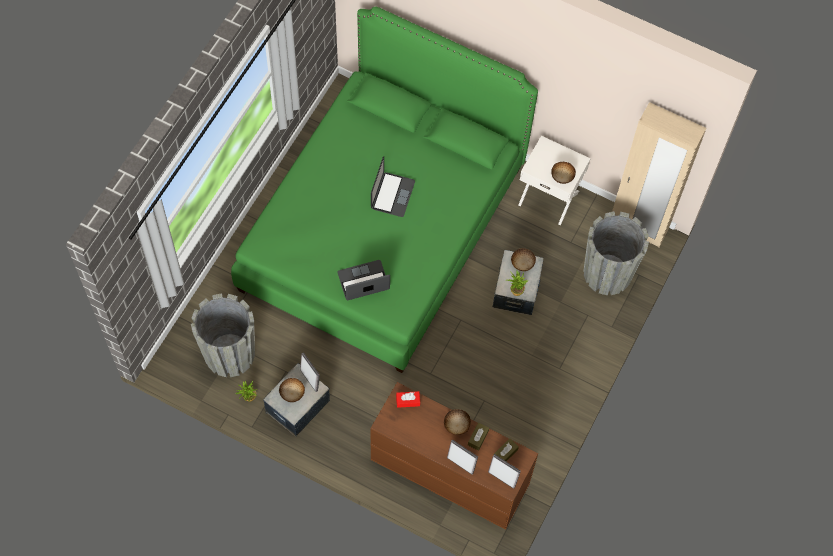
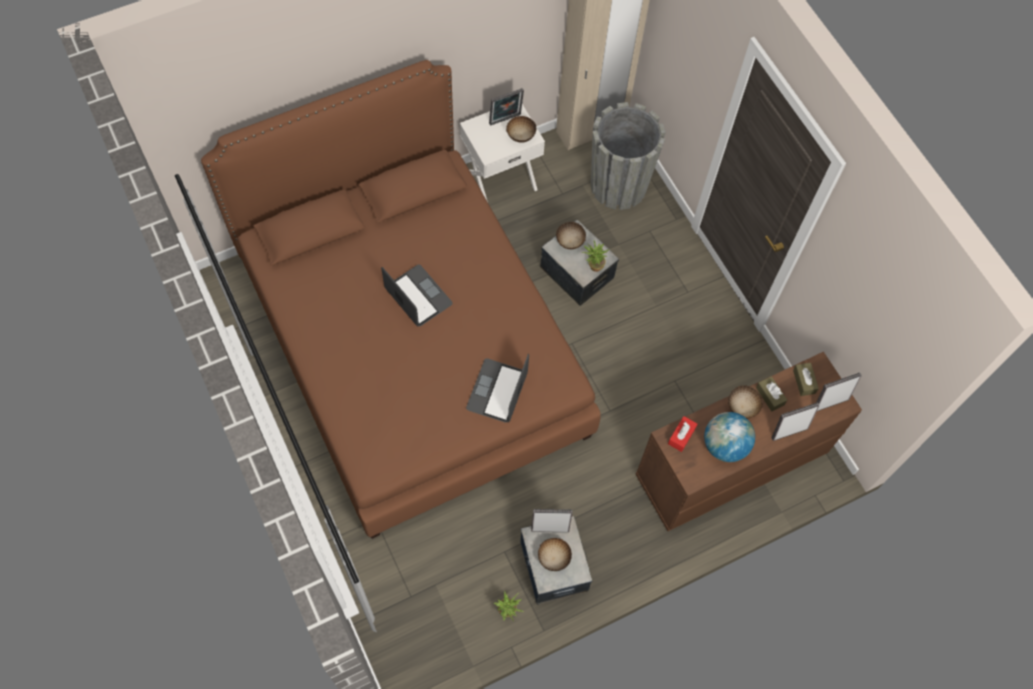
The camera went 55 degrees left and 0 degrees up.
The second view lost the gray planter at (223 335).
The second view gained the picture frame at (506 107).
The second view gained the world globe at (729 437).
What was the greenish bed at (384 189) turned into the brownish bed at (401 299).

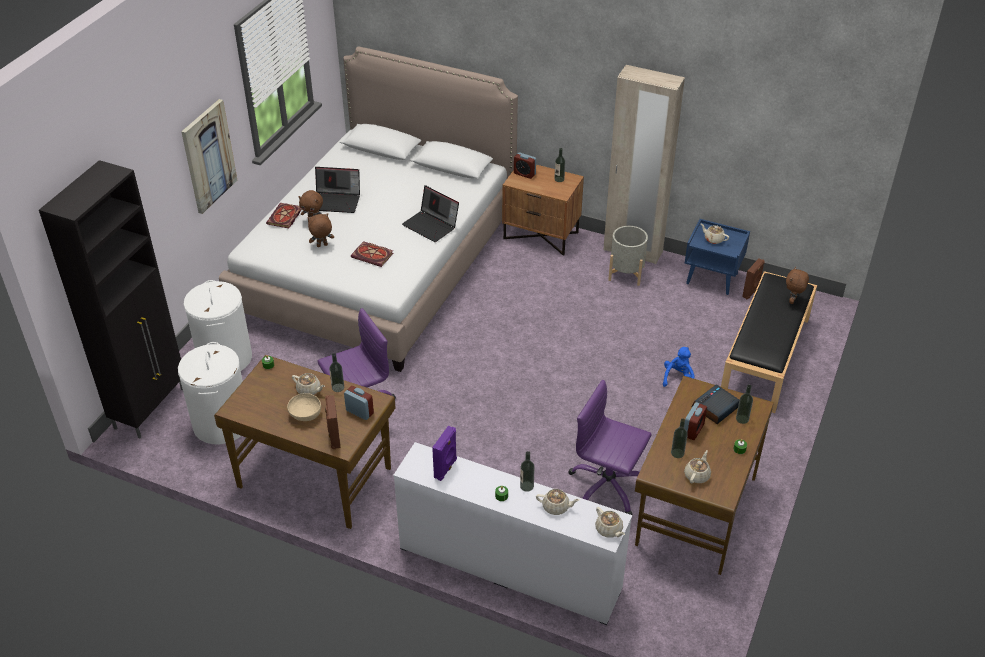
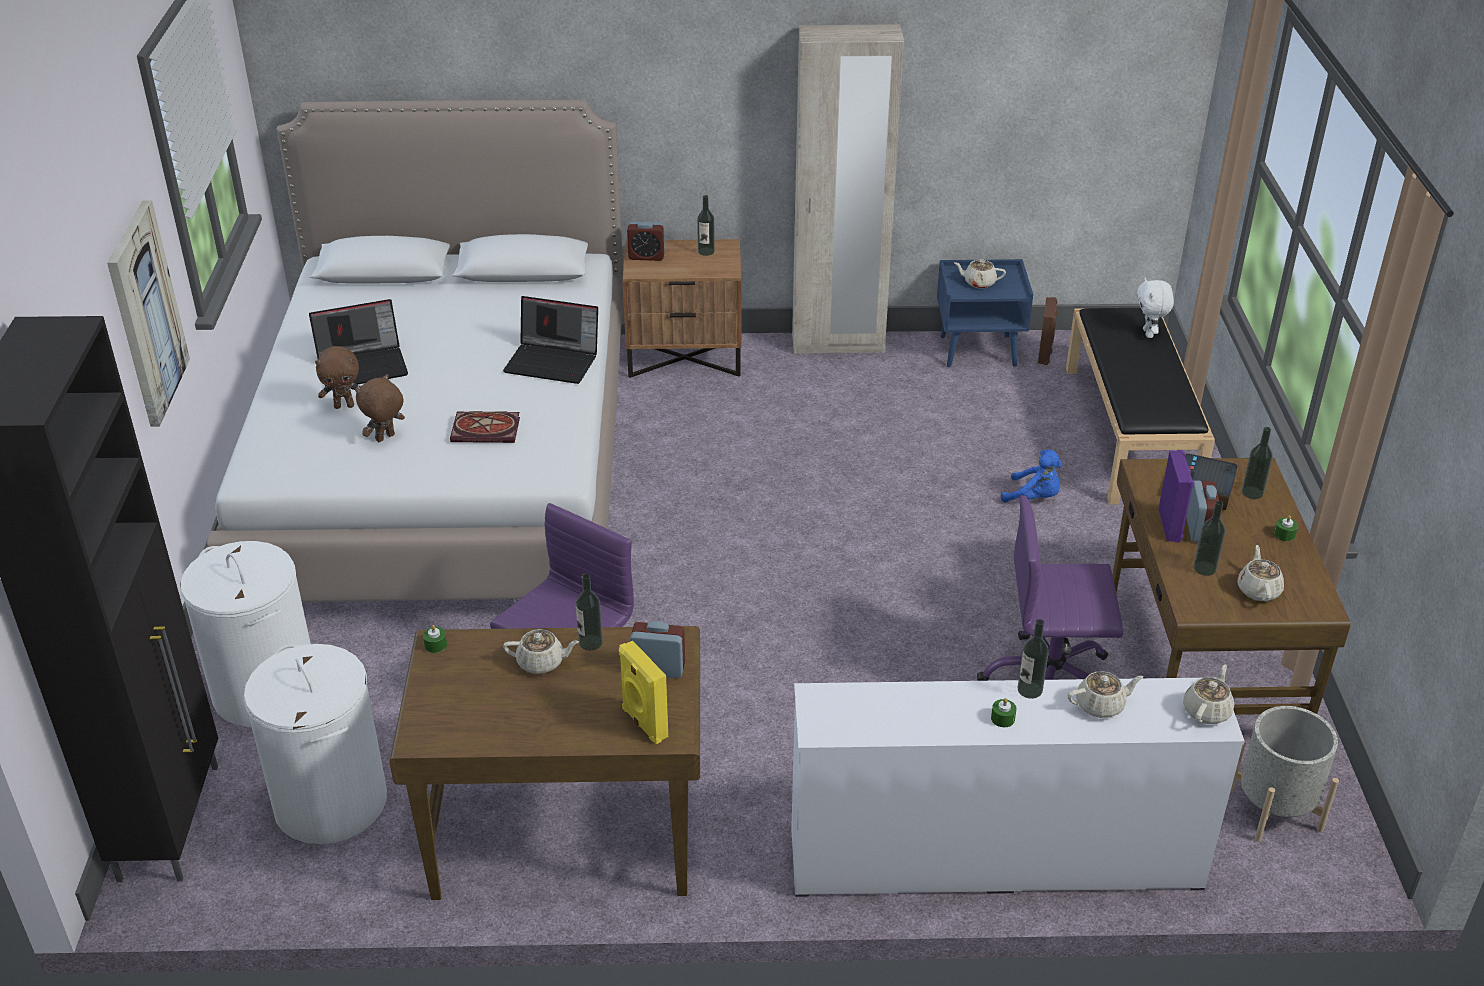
The camera went 25 degrees left and 5 degrees down.
The second view lost the volume at (284 215).
The second view lost the beige deep dish at (304 407).
The purplish audio speaker ended up elsewhere, having gone from (444 453) to (1176 496).
The gray planter ended up elsewhere, having gone from (628 256) to (1284 774).
What was the brownish audio speaker at (333 422) turned into the yellow audio speaker at (643 692).
What was the brownish soft toy at (797 285) turned into the whitish soft toy at (1155 308).
The beige pot for tea at (610 522) ended up facing another way, 90 degrees counterclockwise from before.
The blue-coloured soft toy at (679 367) ended up facing another way, 120 degrees clockwise from before.

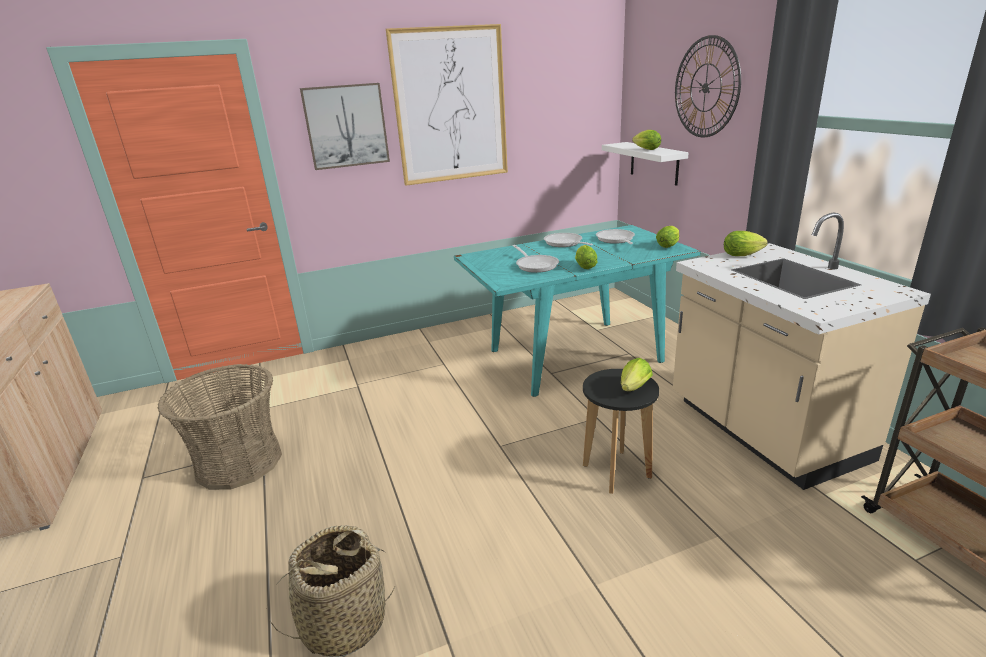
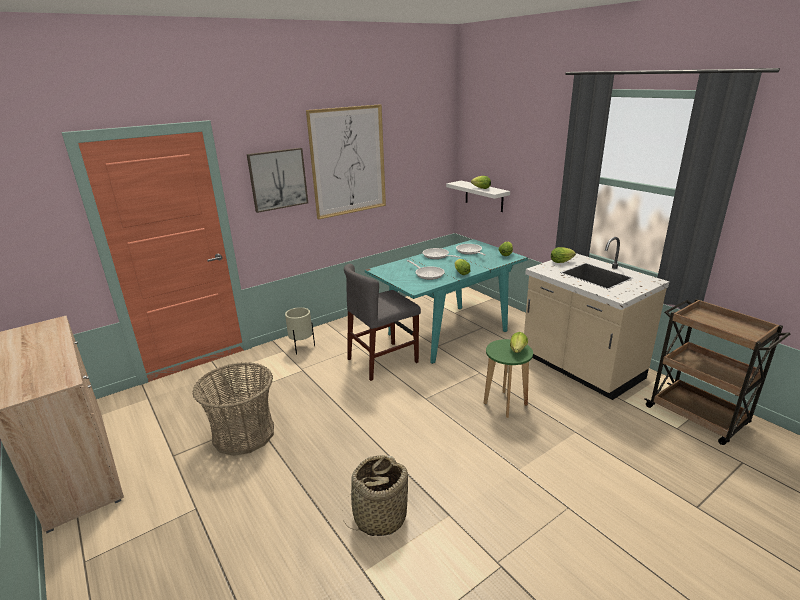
The camera went 15 degrees left and 0 degrees up.
The second view lost the wall clock at (708 86).
The second view gained the beige planter at (300 331).
The second view gained the gray upright chair at (382 322).
What was the black stool at (621 431) turned into the greenish stool at (508 378).

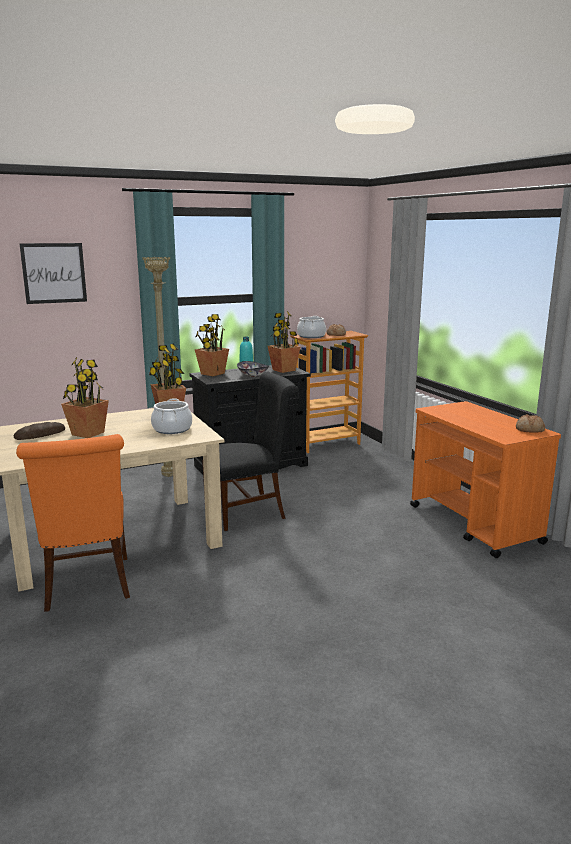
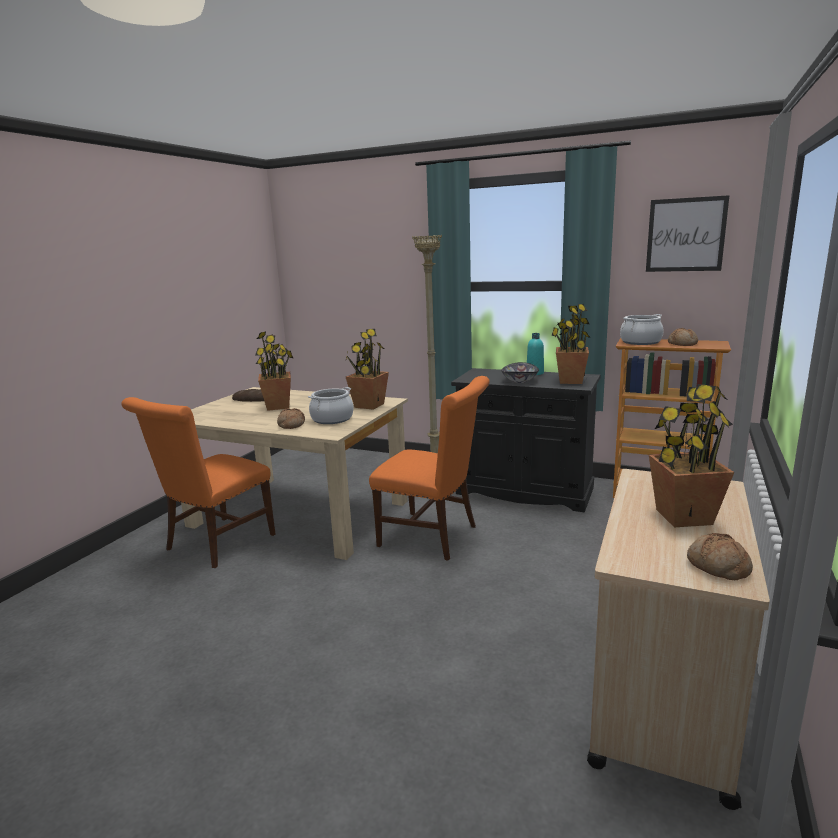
The camera went 50 degrees right and 0 degrees up.
The second view gained the bread at (291 418).
The picture ended up elsewhere, having gone from (53 273) to (687 233).
The potted plant ended up elsewhere, having gone from (212 345) to (691 455).
What was the black upright chair at (250 451) turned into the orange upright chair at (429 468).
What was the orange trolley at (485 479) turned into the beige trolley at (678 639).

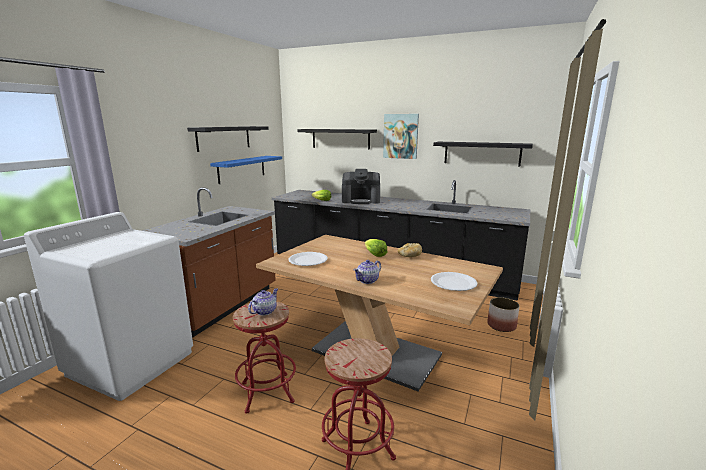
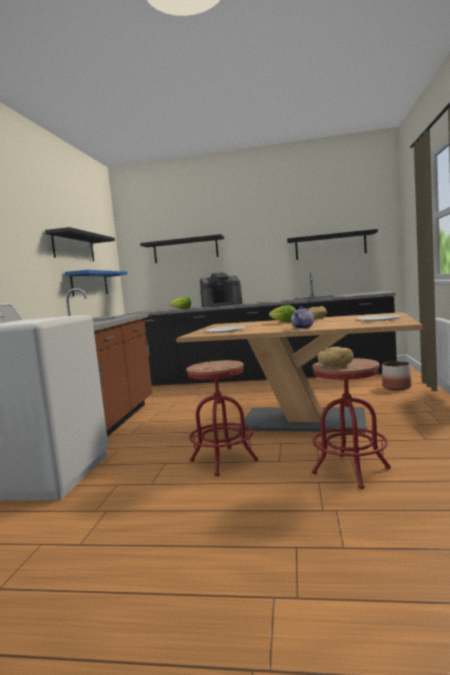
The camera went 15 degrees left and 10 degrees down.
The second view lost the pot for tea at (263 302).
The second view lost the picture at (401 136).
The second view gained the bread at (335 357).

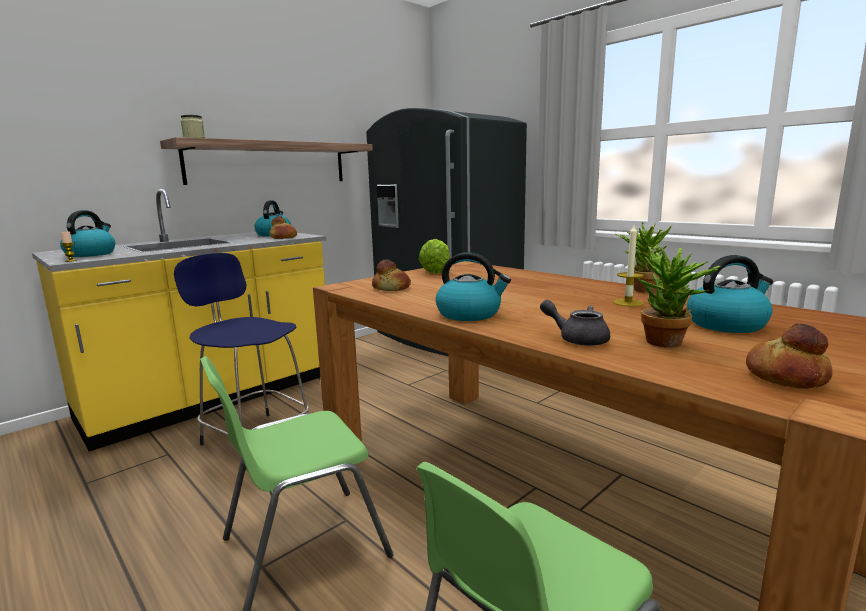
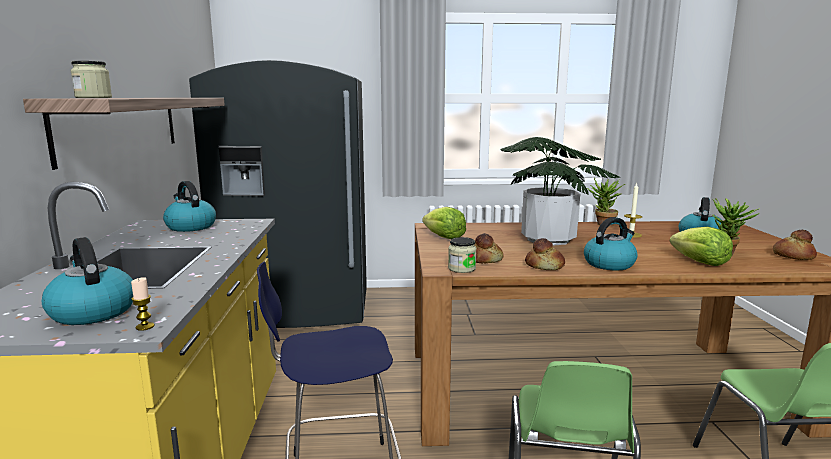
The camera went 50 degrees left and 0 degrees up.
The second view gained the preserve jar at (462 255).
The second view gained the potted plant at (560 191).
The bread ended up elsewhere, having gone from (283 227) to (545 254).
Where the gray pot for tea stood at (575 323), the lettuce came to stand at (701 246).

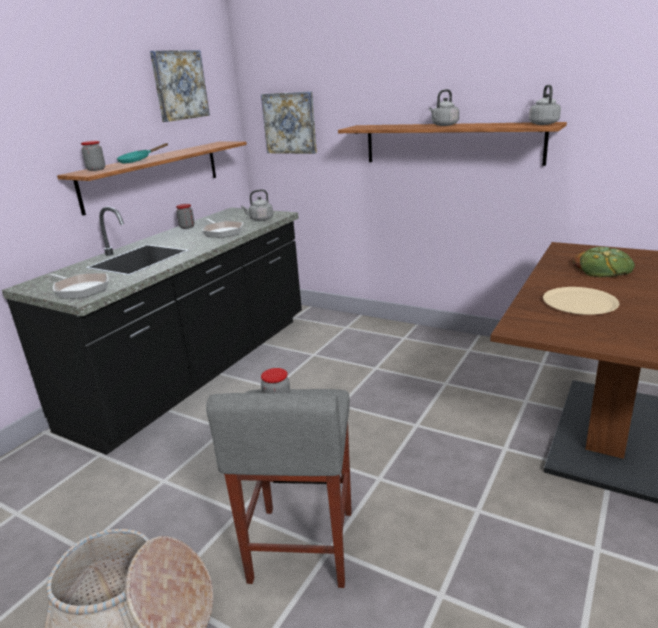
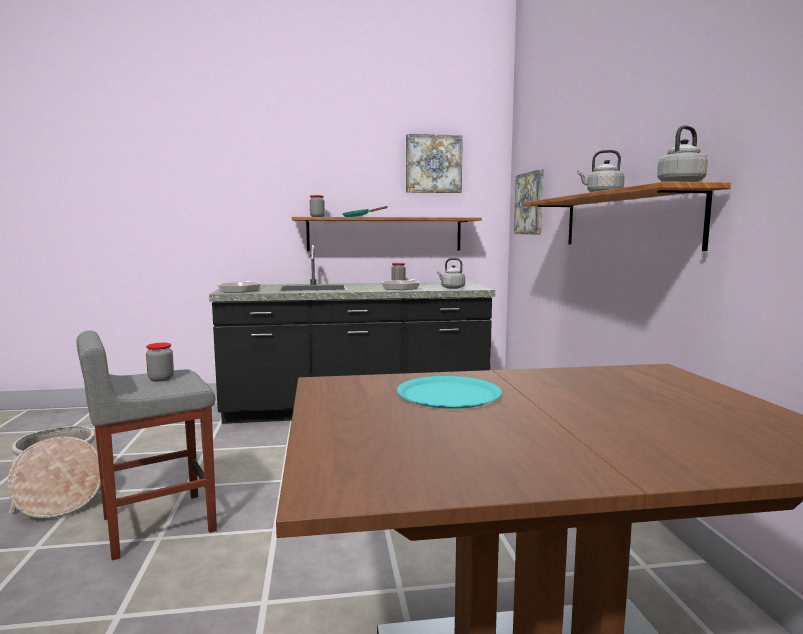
The camera went 50 degrees right and 15 degrees down.
The second view lost the bread at (604 262).
What was the beige dinner plate at (581 301) turned into the blue-green dinner plate at (449 392).

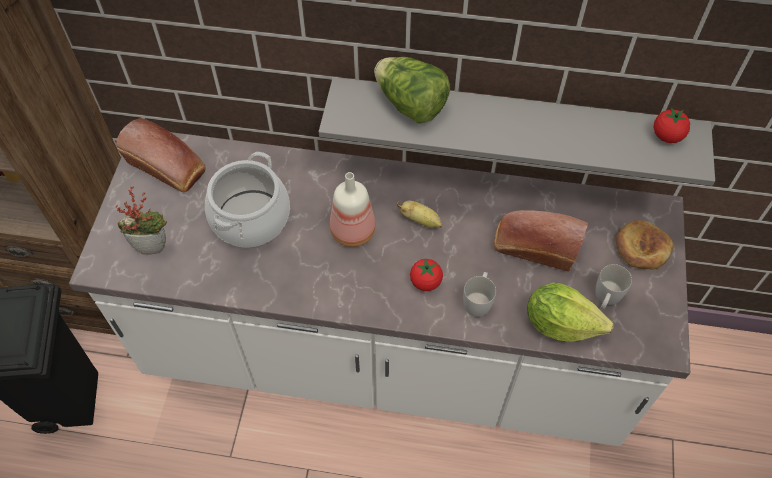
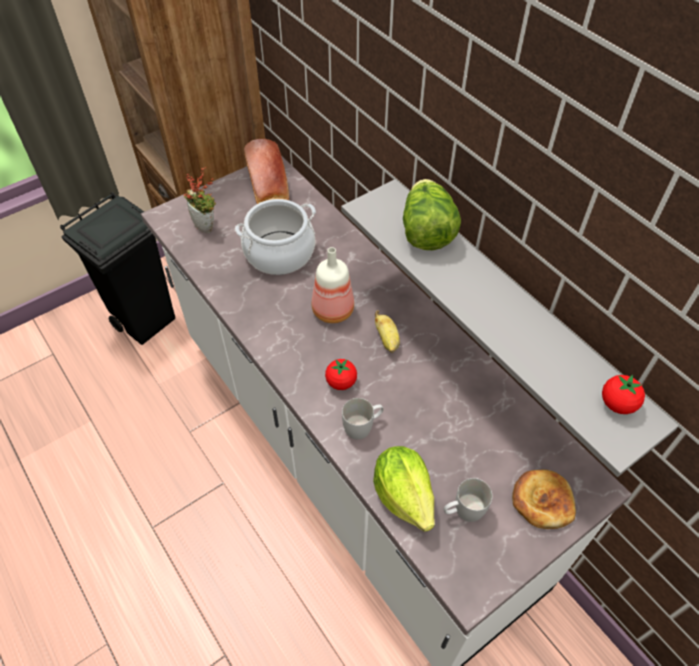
The camera went 45 degrees right and 5 degrees down.
The second view lost the bread at (541 240).

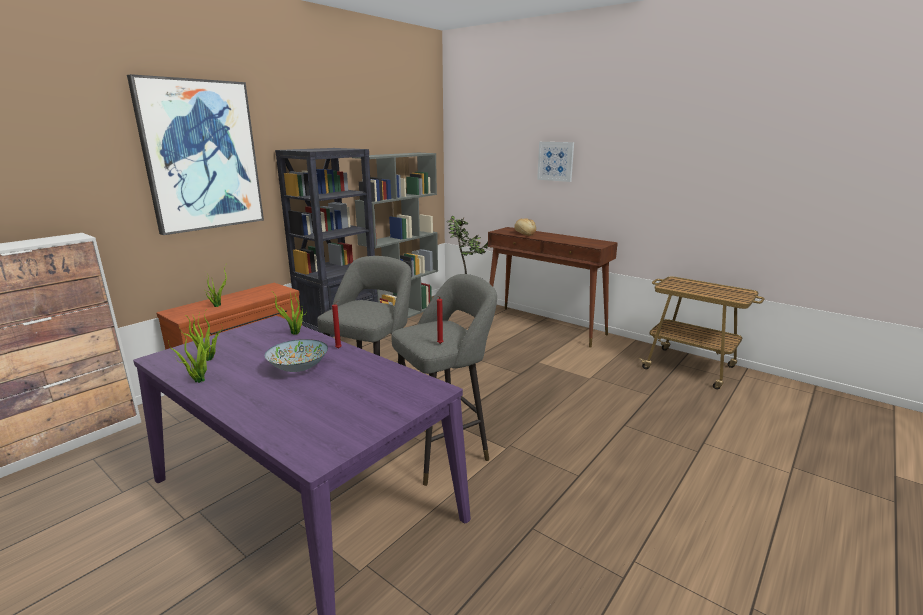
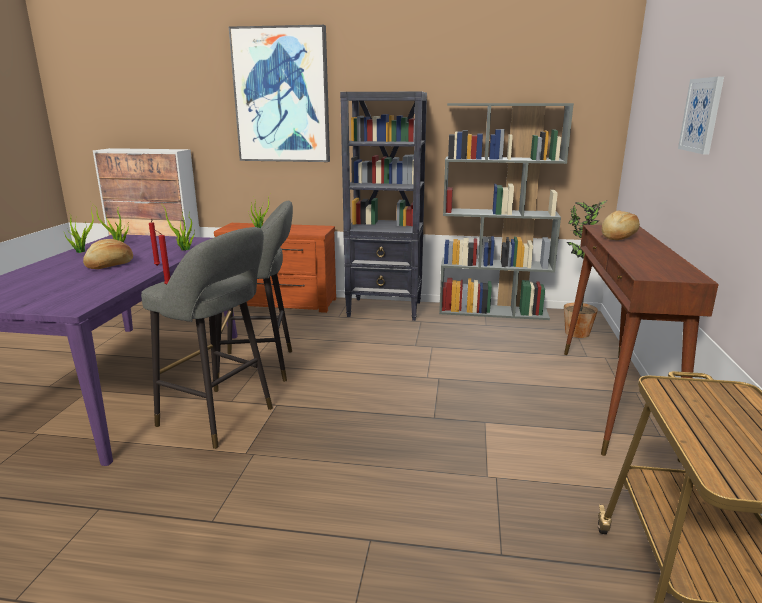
The camera went 60 degrees right and 0 degrees up.
Where the deep dish stood at (296 355), the bread came to stand at (108 254).

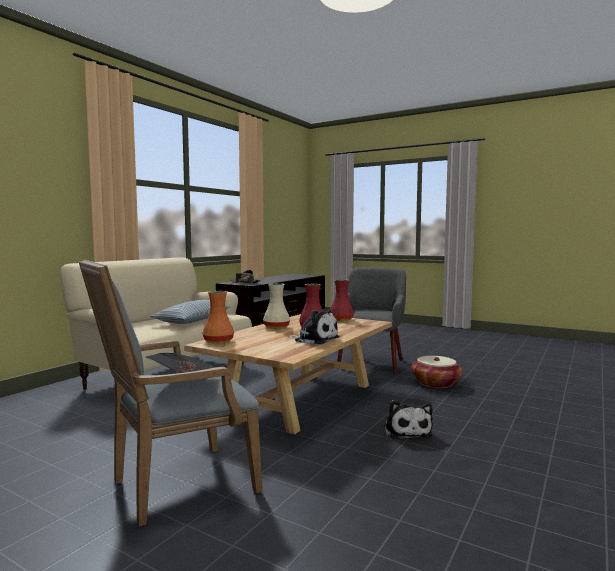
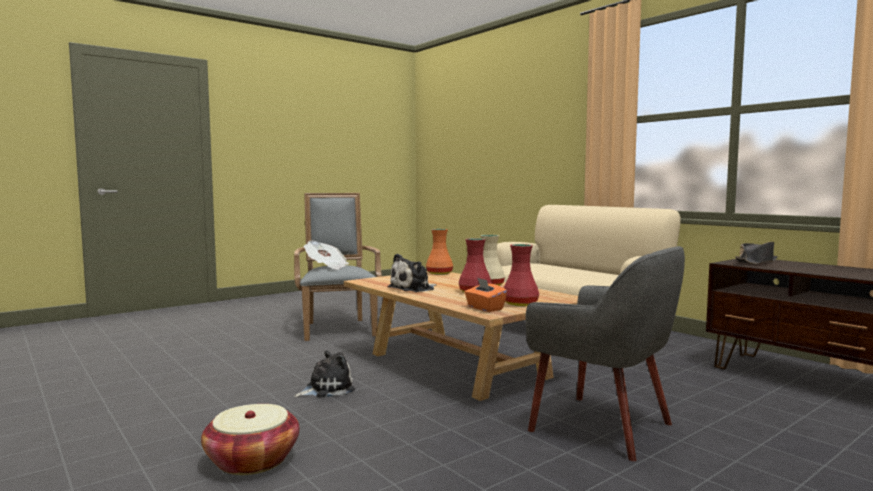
The camera went 110 degrees right and 0 degrees up.
The second view lost the throw pillow at (190 312).
The second view gained the orange box of tissues at (485 295).
The storage basket ended up elsewhere, having gone from (436 372) to (250 439).
The soft toy at (408 419) ended up facing another way, 135 degrees clockwise from before.

